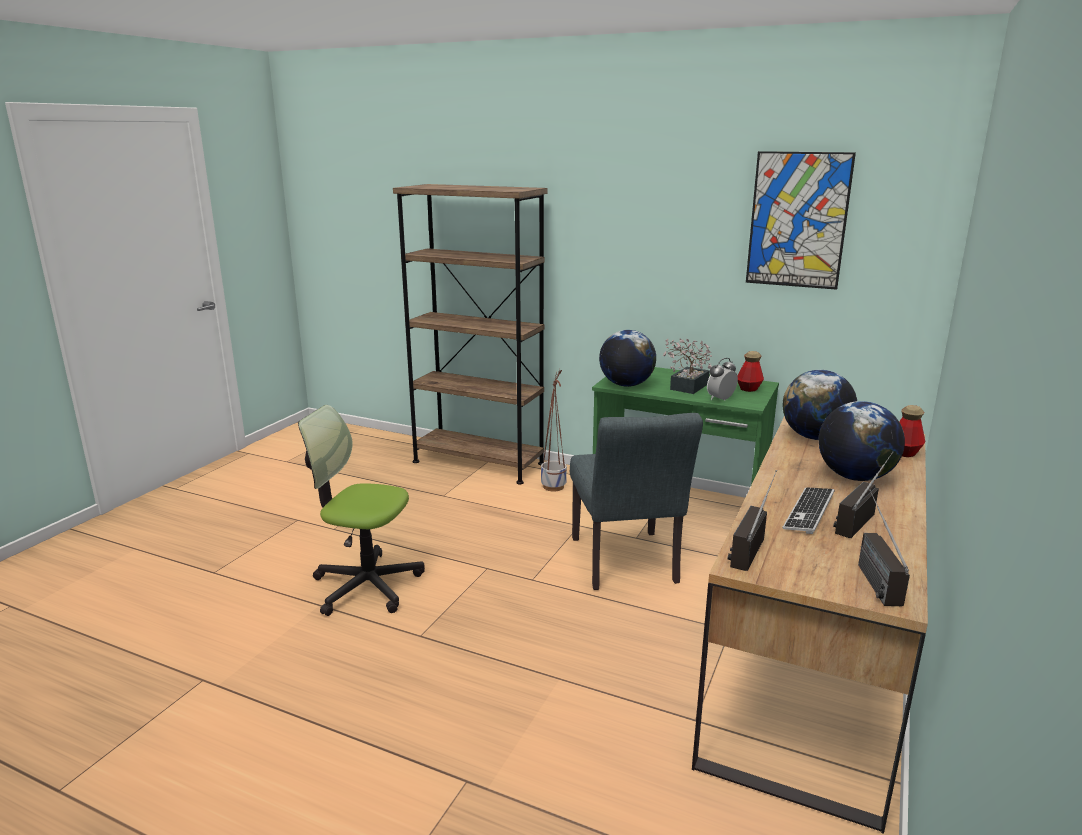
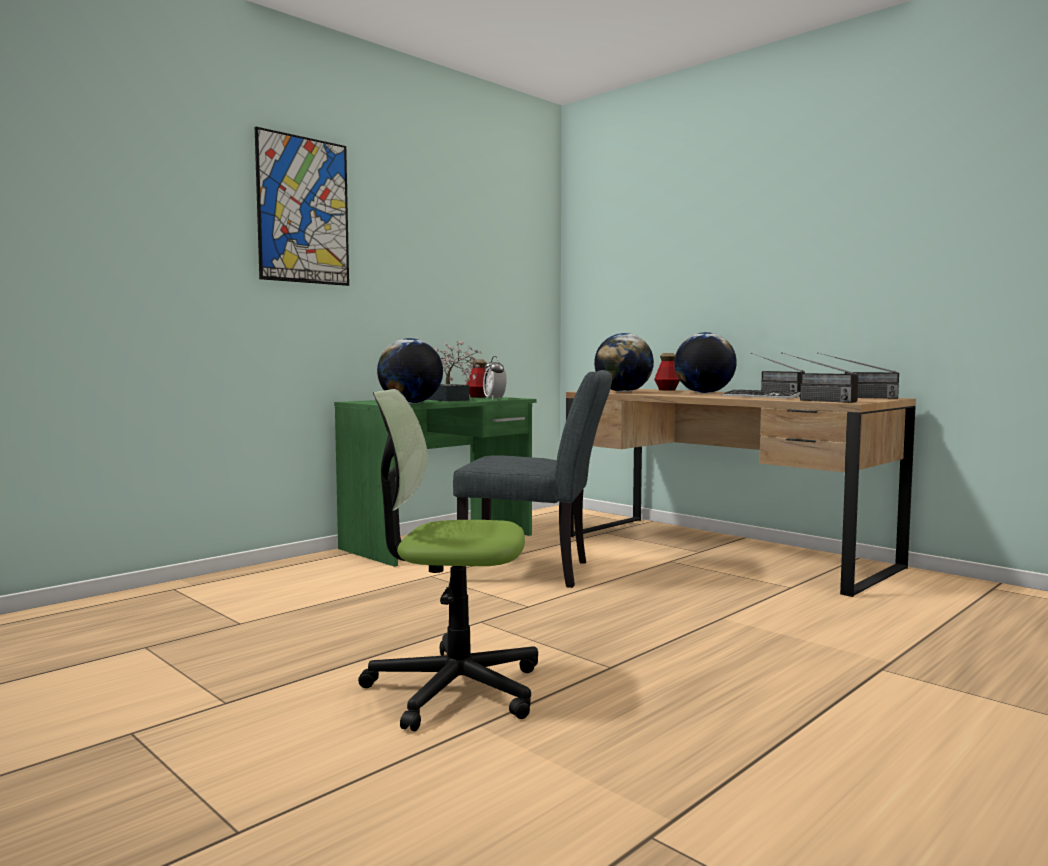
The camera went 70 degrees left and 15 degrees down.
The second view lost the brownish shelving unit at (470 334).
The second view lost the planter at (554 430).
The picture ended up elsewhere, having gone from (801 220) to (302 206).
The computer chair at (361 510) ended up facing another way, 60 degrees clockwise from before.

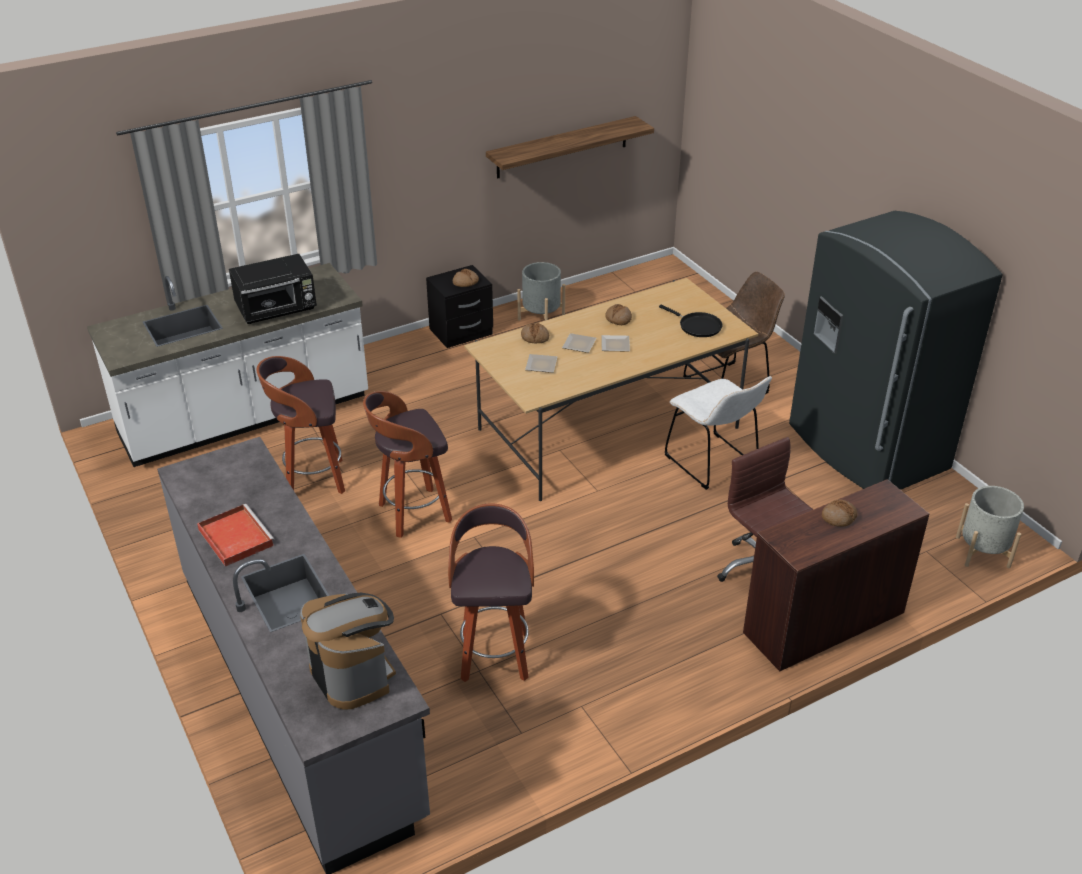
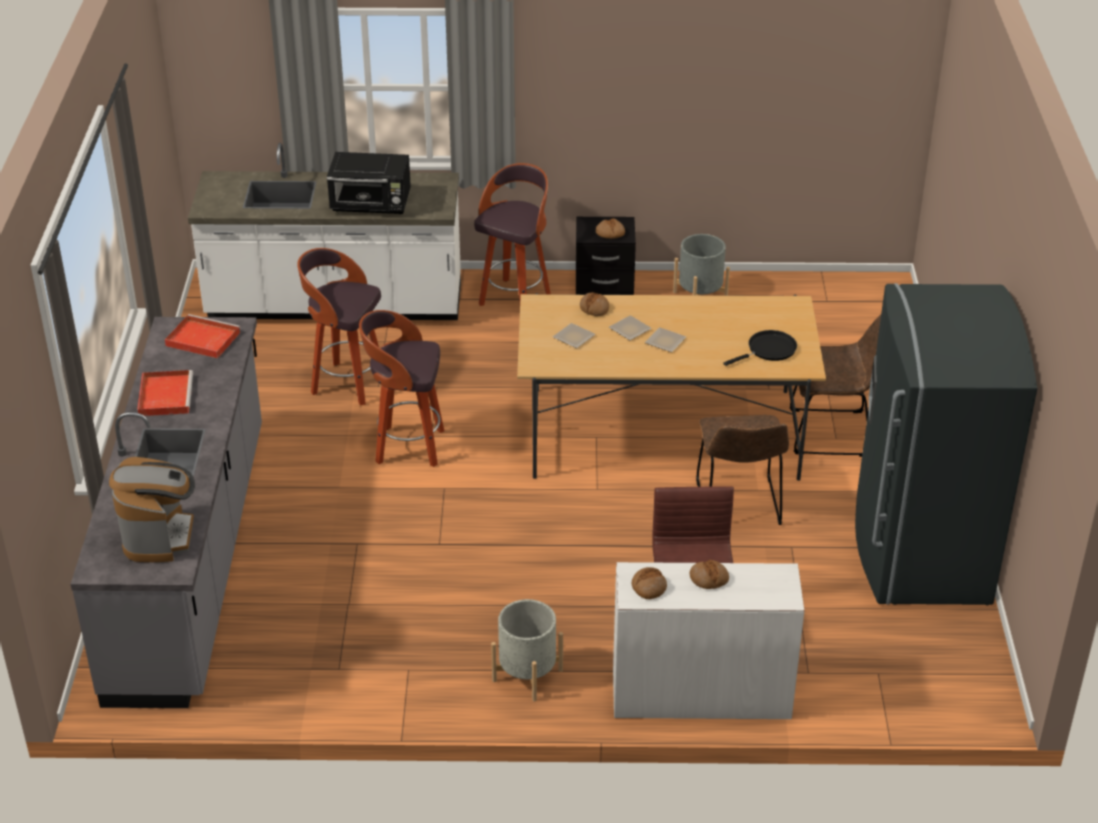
The camera went 30 degrees right and 0 degrees up.
The second view lost the bracket shelf at (570 147).
The second view gained the reddish carrying tray at (202 336).
The stool ended up elsewhere, having gone from (491 593) to (512 234).
The bread ended up elsewhere, having gone from (618 314) to (649 583).
The gray planter ended up elsewhere, having gone from (990 527) to (527 650).
What was the whitish upright chair at (718 433) turned into the brownish upright chair at (742 470).
What was the brownish desk table at (836 575) turned into the whitish desk table at (709 640).
The black frying pan at (690 321) ended up facing another way, 105 degrees counterclockwise from before.

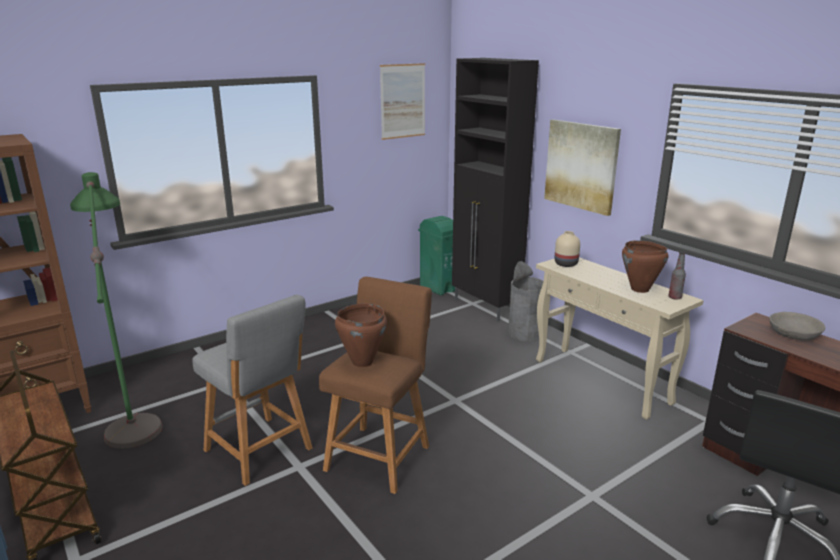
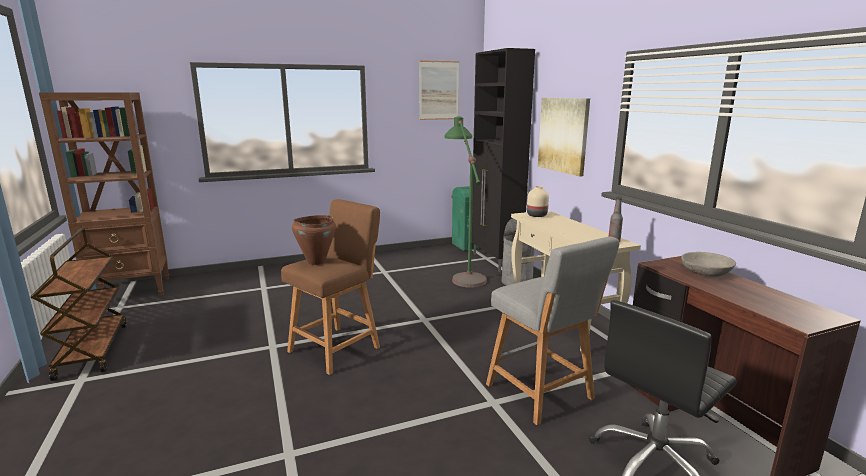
The camera went 15 degrees right and 5 degrees down.
The second view lost the brownish saucepot at (645 266).
The greenish standard lamp ended up elsewhere, having gone from (116 310) to (466 202).
The gray stool ended up elsewhere, having gone from (252 390) to (552 330).

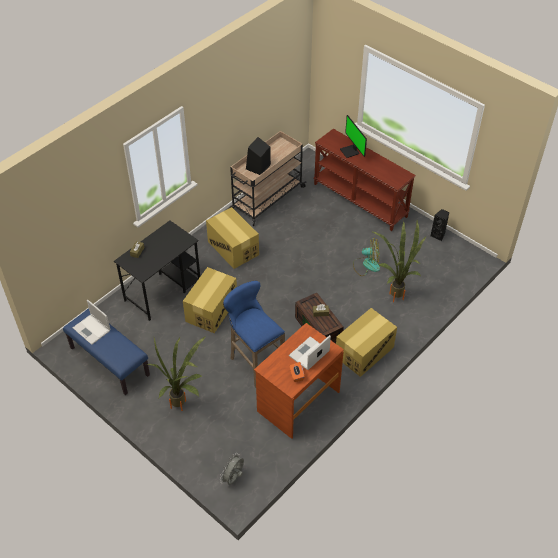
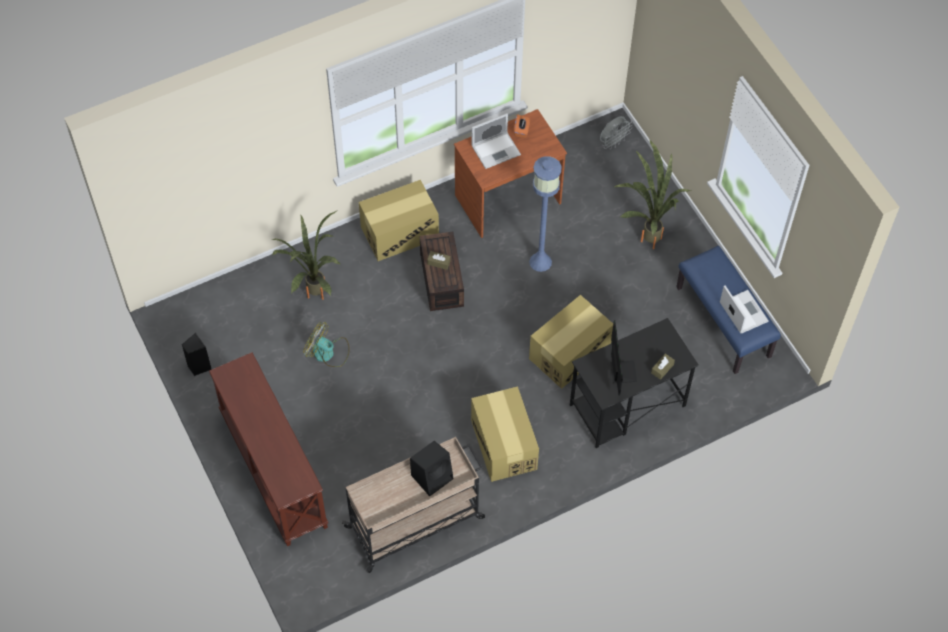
The camera went 160 degrees left and 10 degrees up.
The computer display ended up elsewhere, having gone from (353 136) to (623 358).
Where the blue-coloured stool stood at (254 334), the blue-coloured standard lamp came to stand at (545 214).

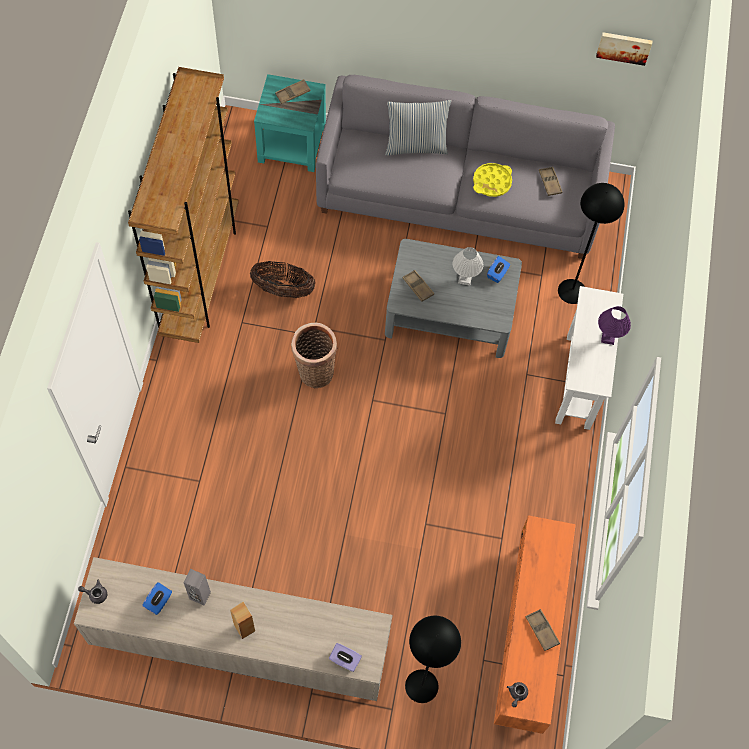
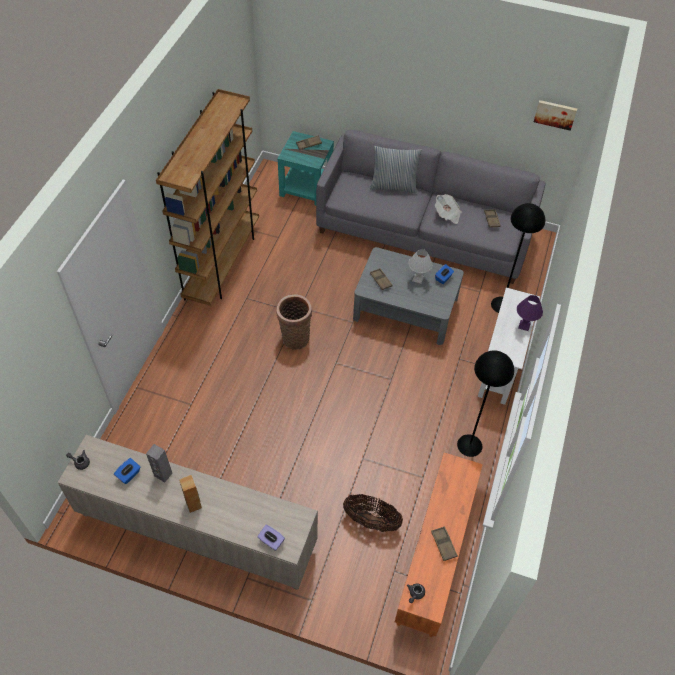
The camera went 10 degrees right and 10 degrees down.
The storage basket ended up elsewhere, having gone from (283 279) to (373 513).
The black standard lamp ended up elsewhere, having gone from (433 659) to (485 404).
Where the yellow carrying tray stood at (492 180), the daily paper came to stand at (448 209).

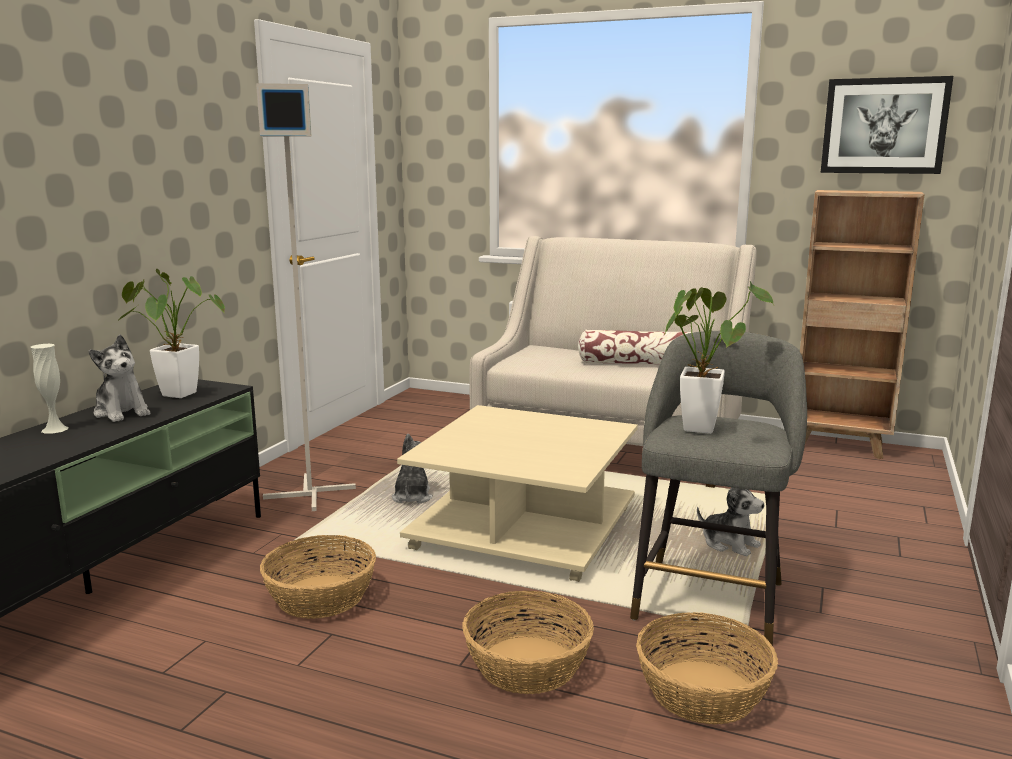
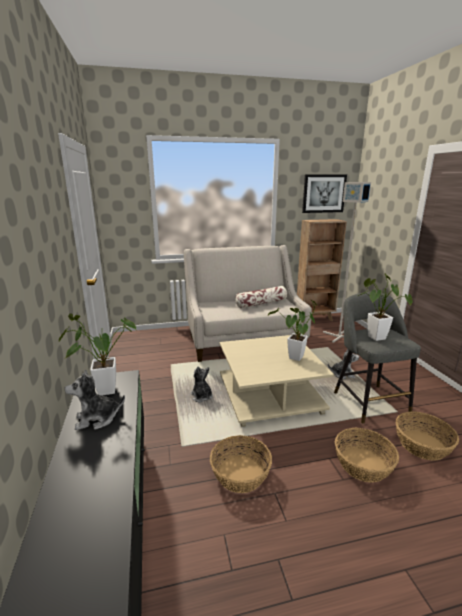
The camera went 35 degrees left and 5 degrees up.
The second view lost the whitish vase at (50 389).
The second view gained the potted plant at (292 330).
The gray standard lamp ended up elsewhere, having gone from (306 297) to (347 262).
The soft toy at (119 378) ended up facing another way, 150 degrees clockwise from before.

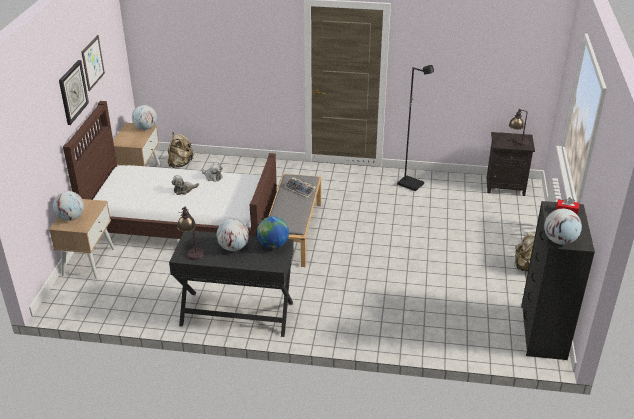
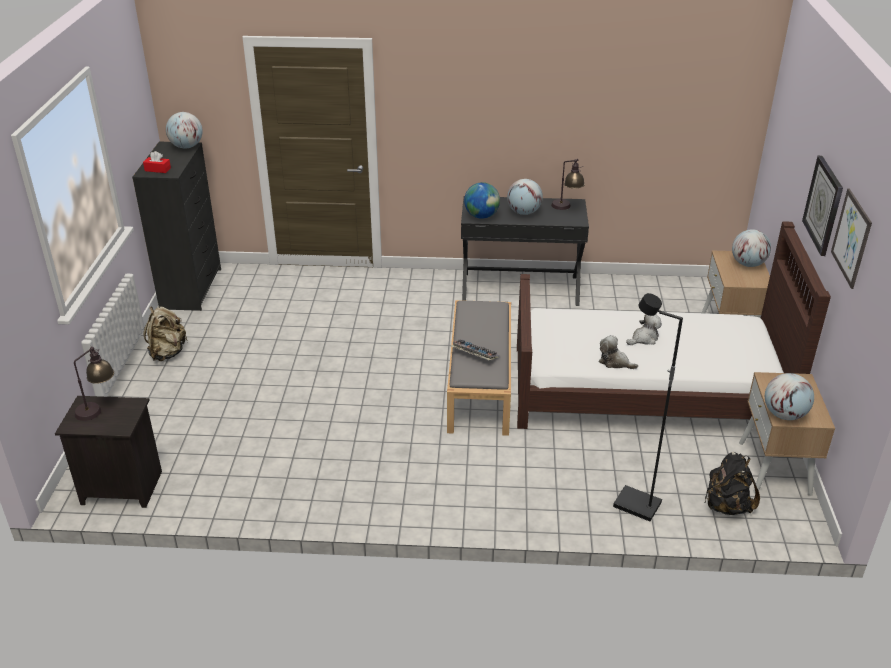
The camera went 175 degrees right and 0 degrees up.
The black standard lamp ended up elsewhere, having gone from (415 128) to (648 407).
What was the beige backpack at (181 150) turned into the black backpack at (732 483).

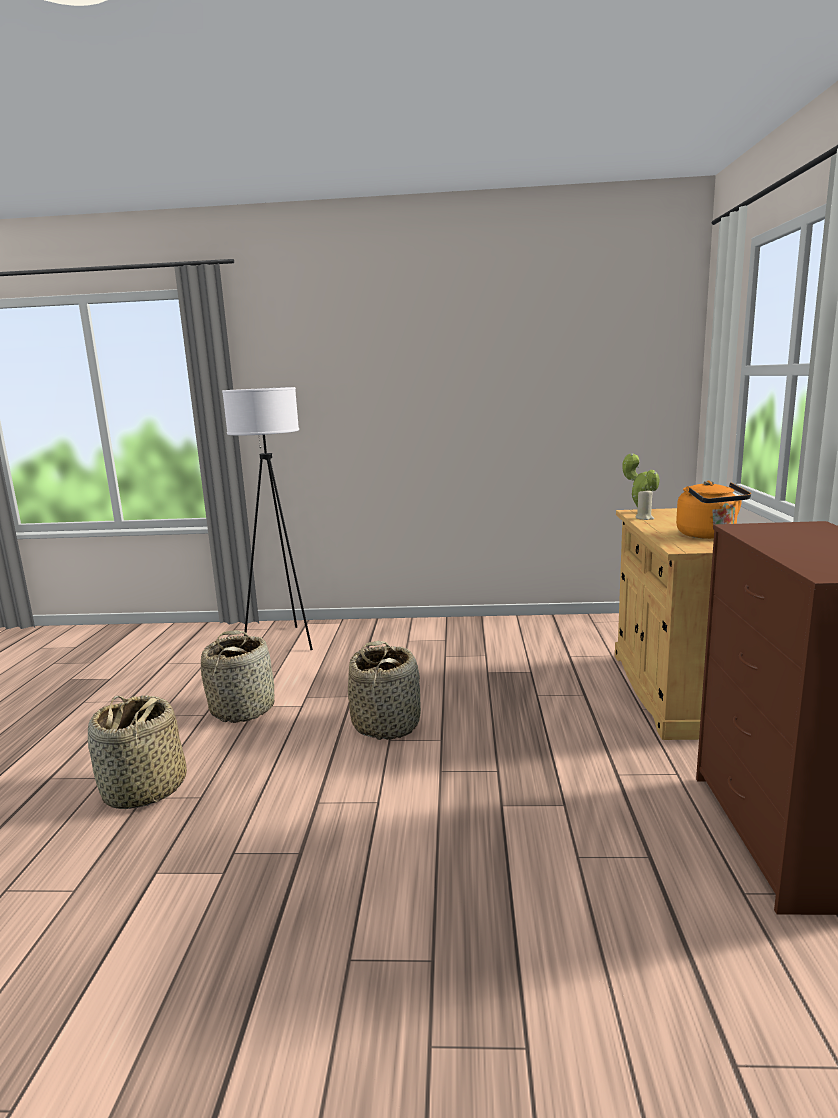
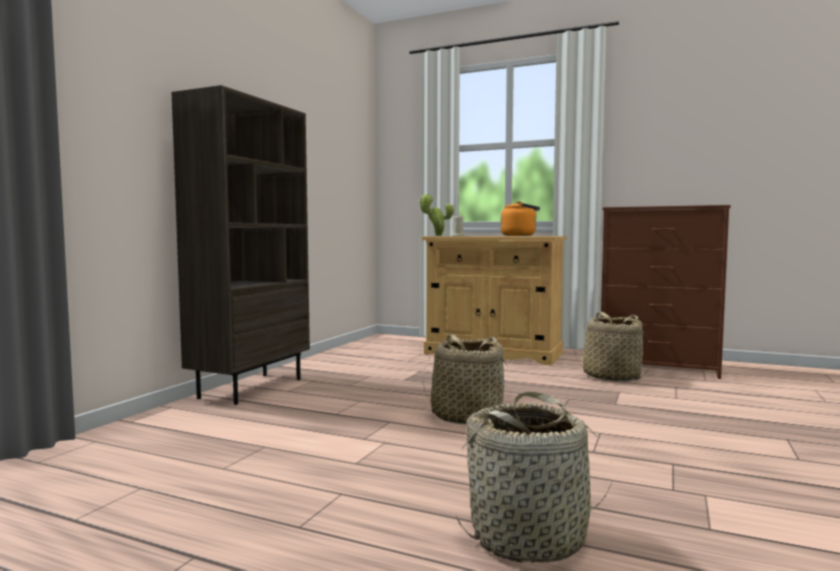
The camera went 70 degrees left and 10 degrees down.
The second view lost the whitish standard lamp at (267 518).
The second view gained the brownish shelving unit at (241 245).
The storage basket ended up elsewhere, having gone from (237 676) to (611 347).

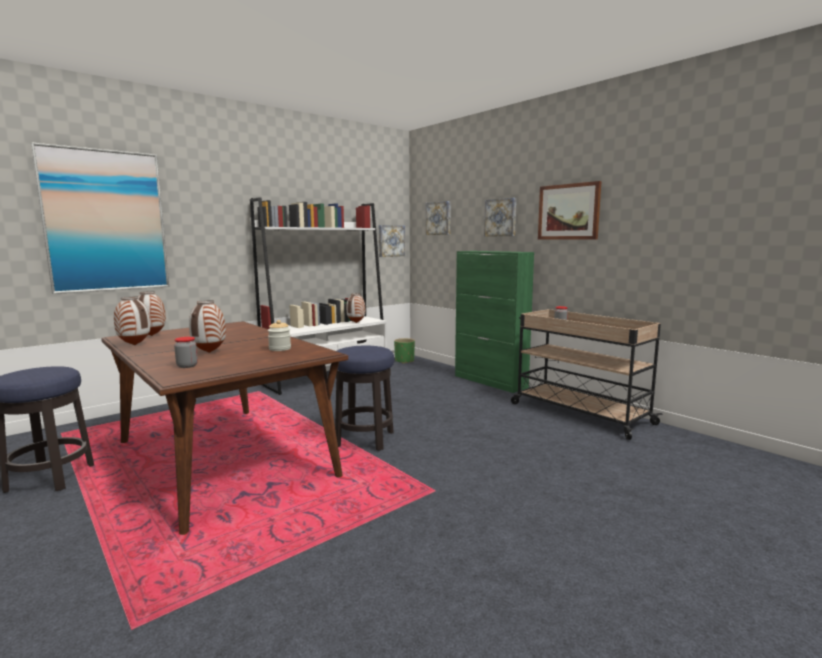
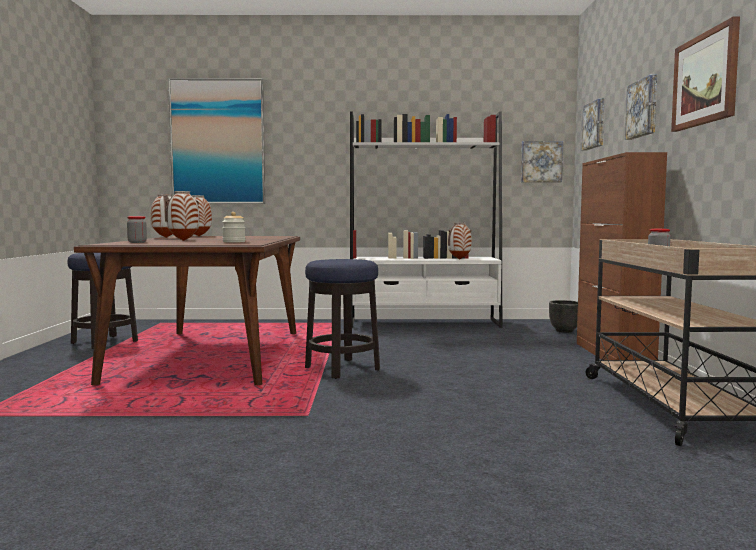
The camera went 40 degrees right and 5 degrees down.
The second view lost the greenish planter at (404 351).
The second view gained the black planter at (563 316).
What was the greenish cabinet at (494 322) turned into the brownish cabinet at (622 256).

